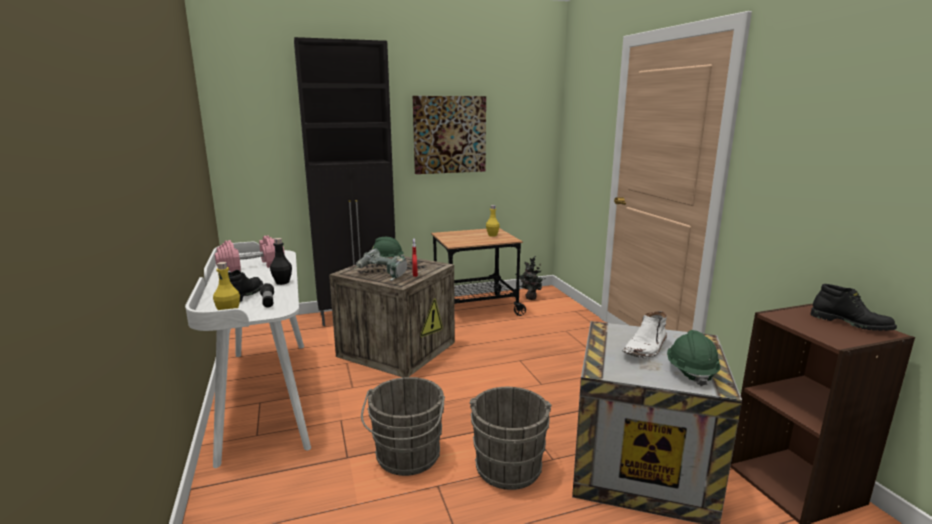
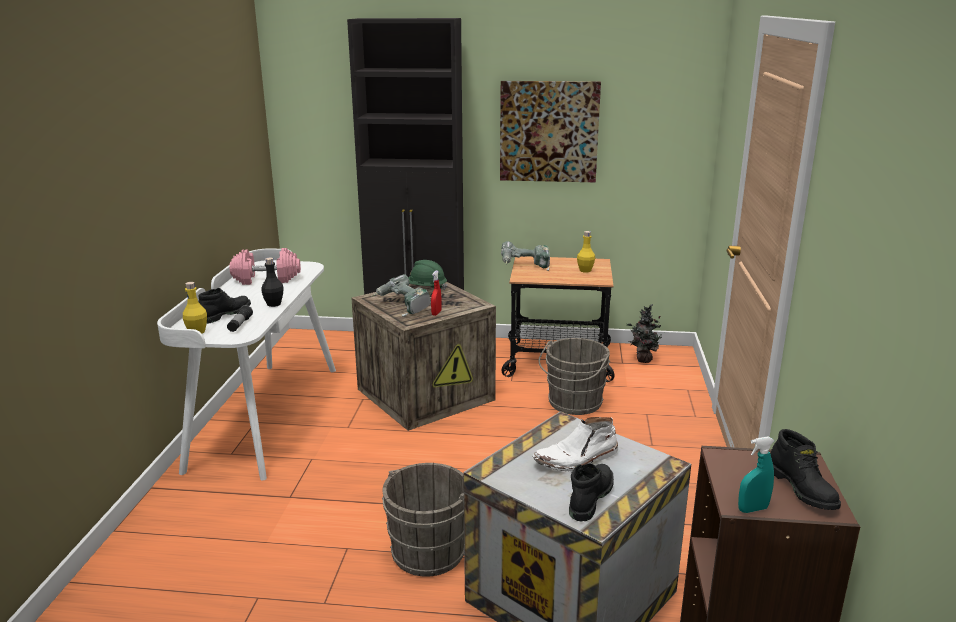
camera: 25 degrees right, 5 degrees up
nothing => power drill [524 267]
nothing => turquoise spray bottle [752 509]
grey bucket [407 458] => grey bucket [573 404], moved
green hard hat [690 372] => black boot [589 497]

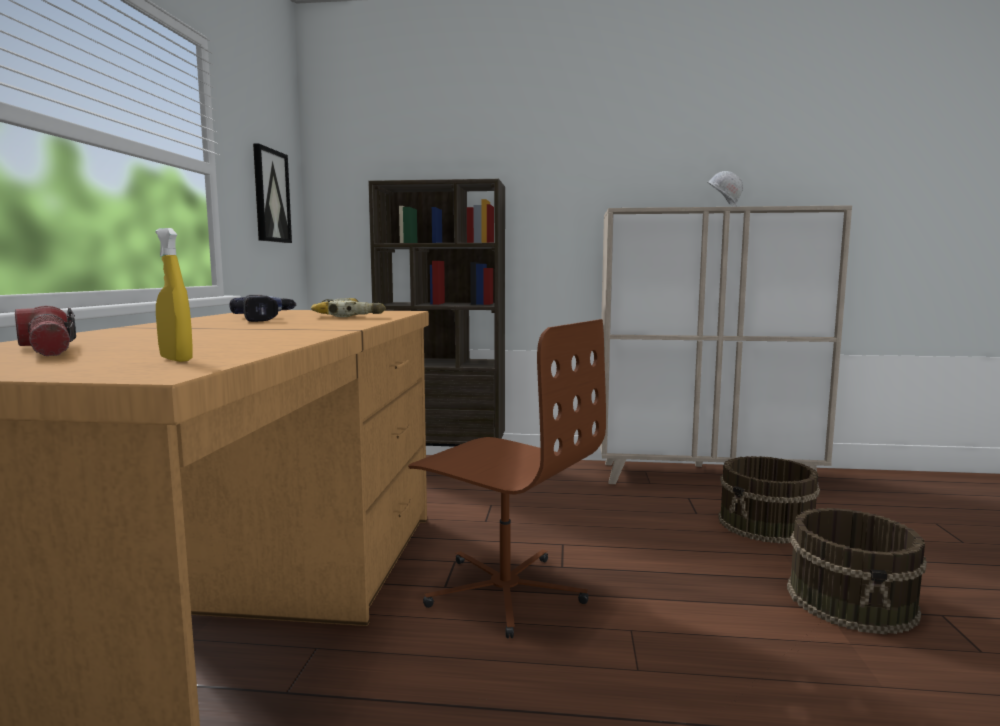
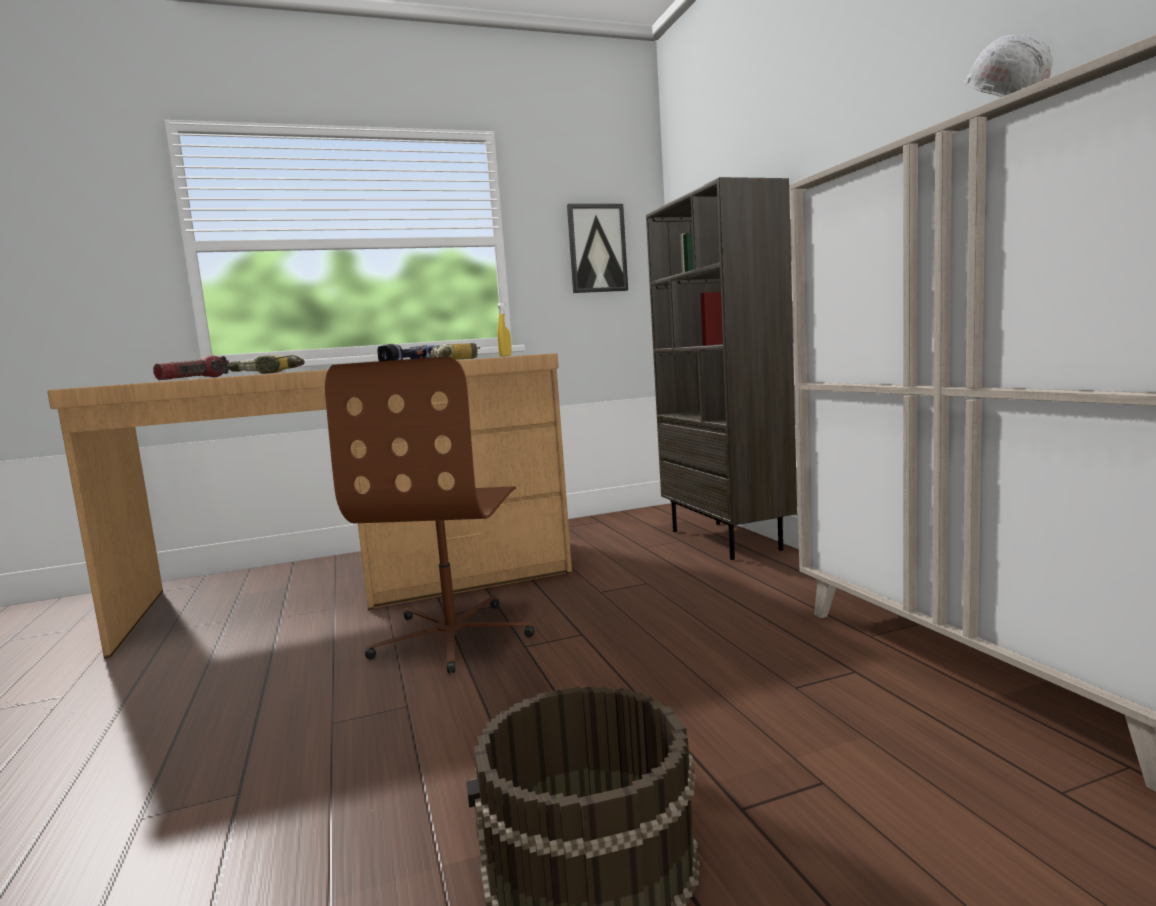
camera: 65 degrees right, 0 degrees up
brown bucket [767 524] => nothing
nothing => power drill [266 373]
yellow spray bottle [176 359] => yellow spray bottle [505 356], moved

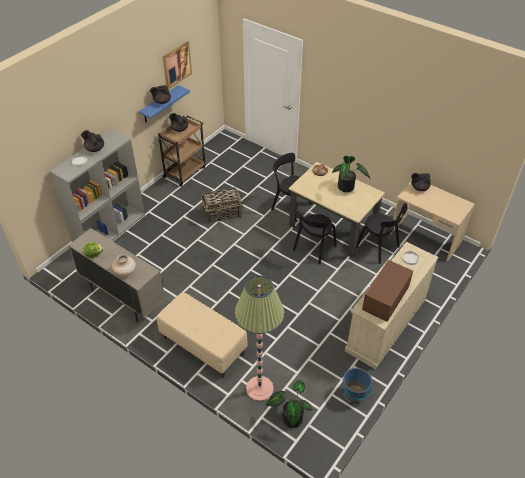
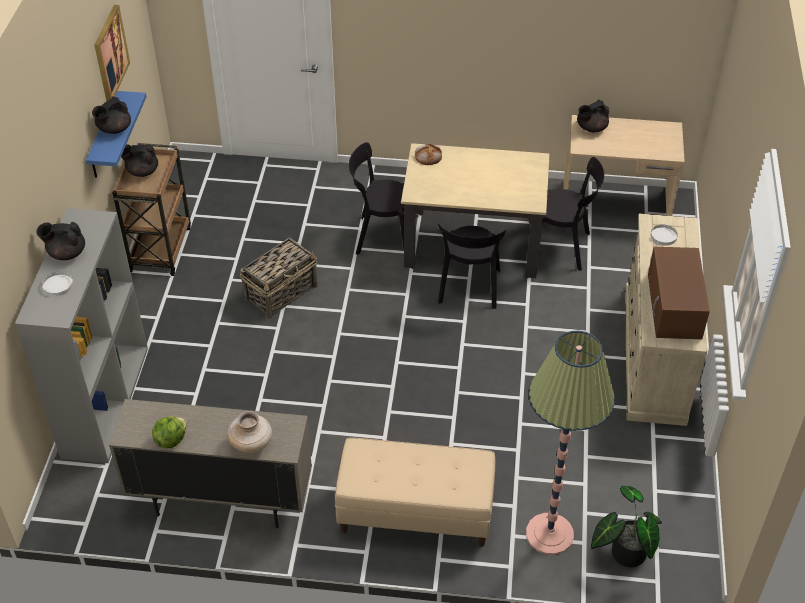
camera: 30 degrees left, 0 degrees up
potted plant [347 188] => nothing
blue bucket [354 394] => nothing

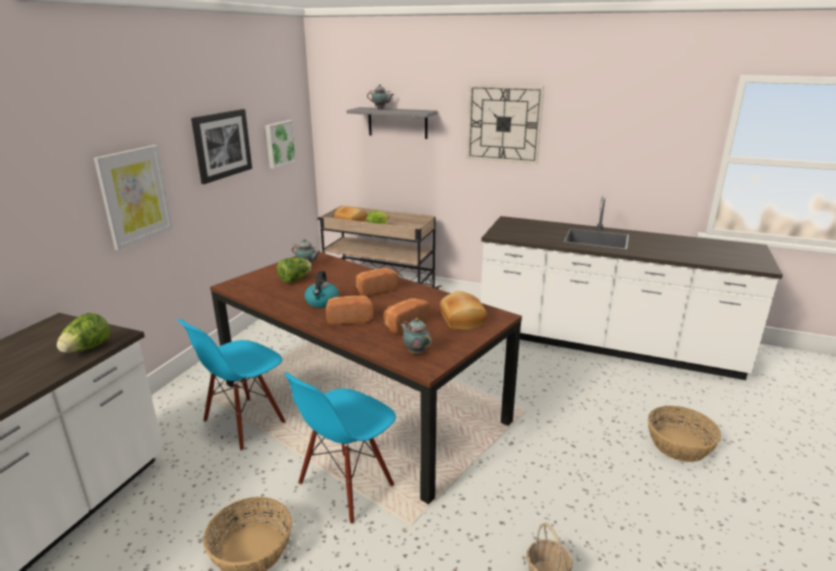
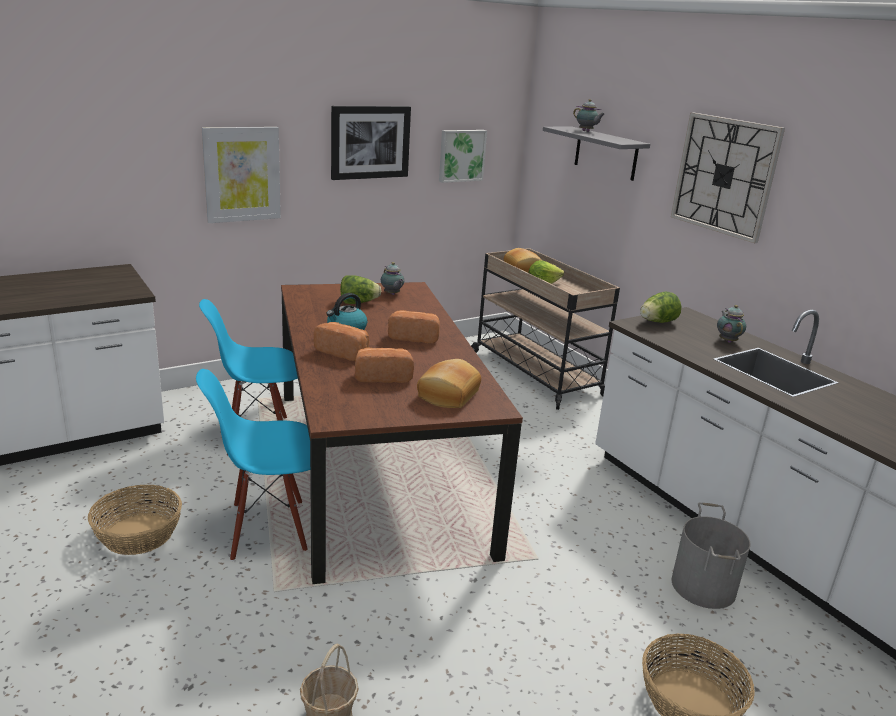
camera: 35 degrees right, 0 degrees up
nothing => grey bucket [704 586]
lettuce [87 349] => lettuce [657 322], moved
teapot [415 352] => teapot [727 341], moved

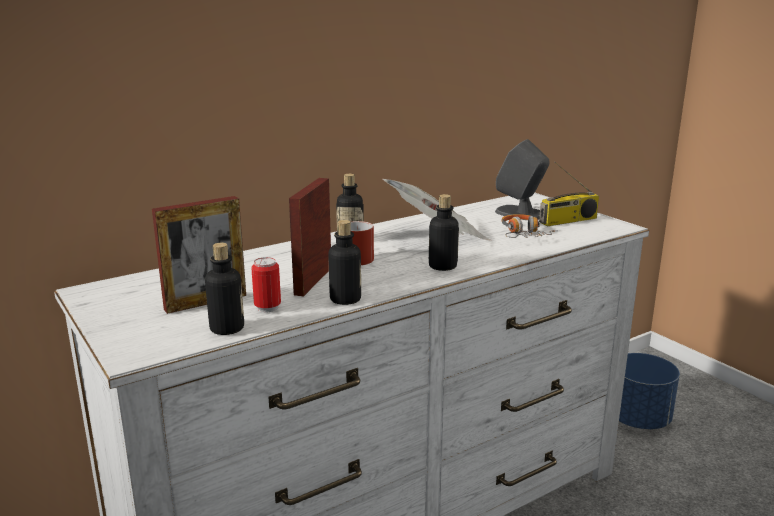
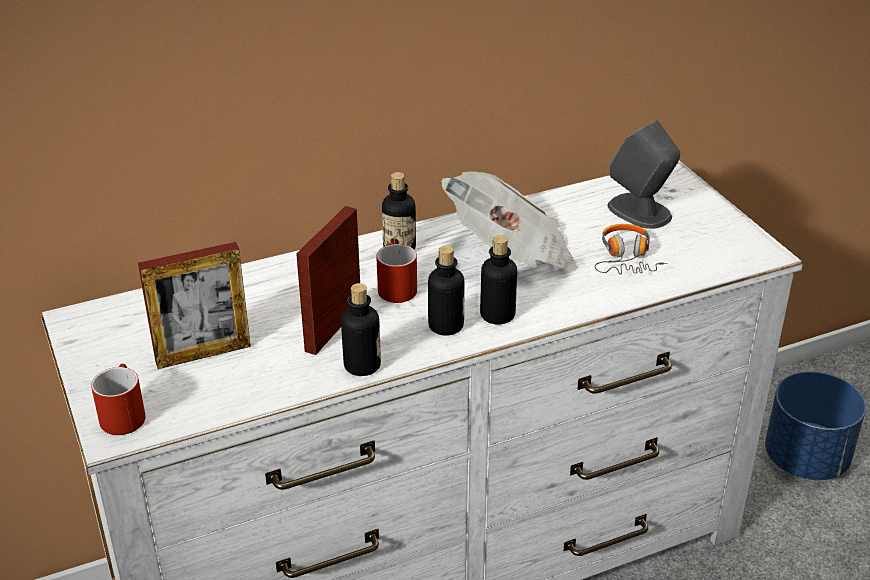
camera: 10 degrees right, 15 degrees up
can [267 308] => nothing
radio [568 221] => nothing
nothing => red mug [122 414]
bottle [227 328] => bottle [446 326], moved

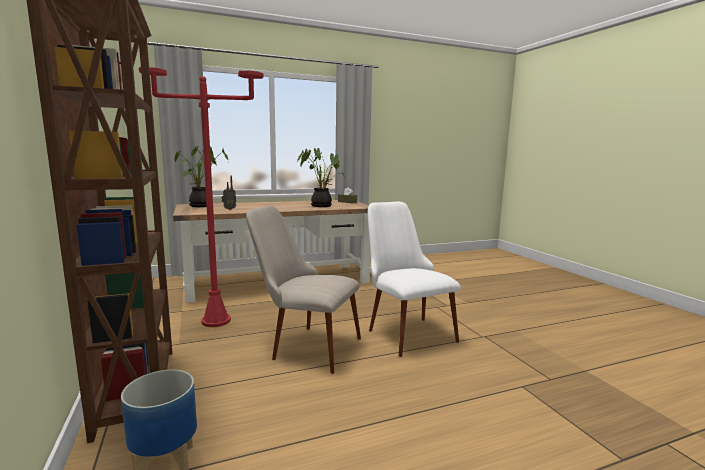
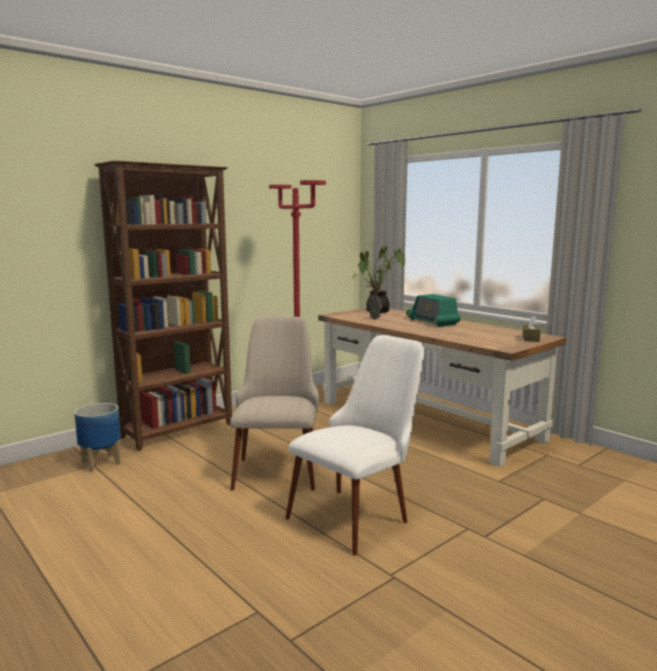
camera: 70 degrees right, 0 degrees up
potted plant [322 205] => nothing
nothing => radio [432 322]

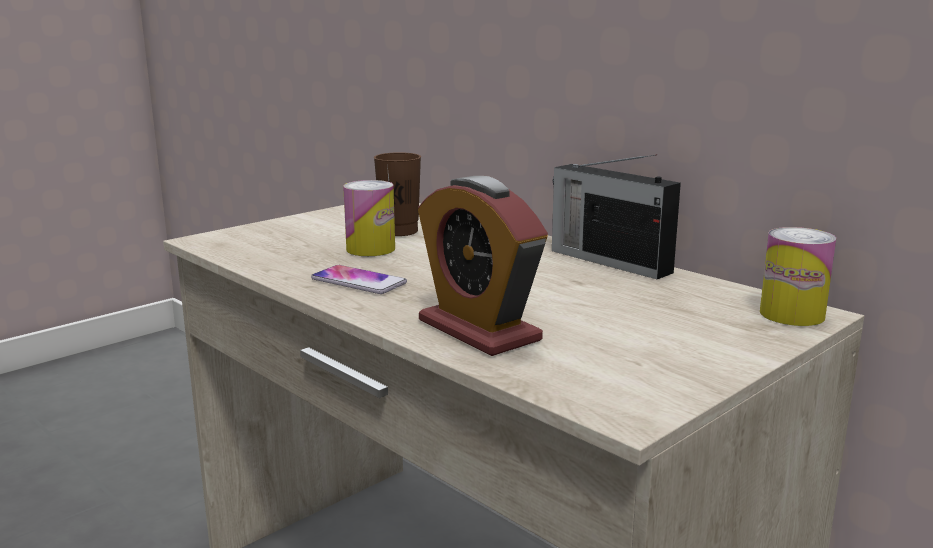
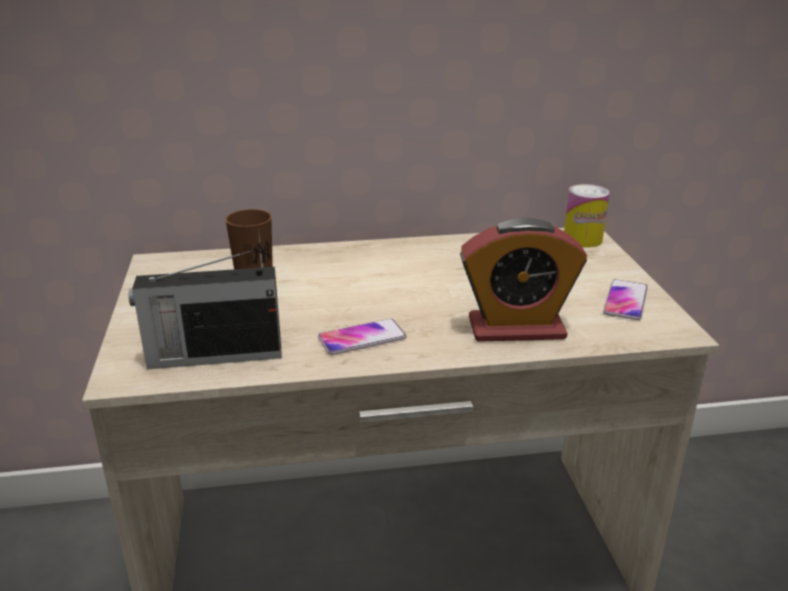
camera: 55 degrees left, 10 degrees up
can [370 249] => nothing
nothing => phone [625 301]
radio [608 261] => radio [212 356], moved

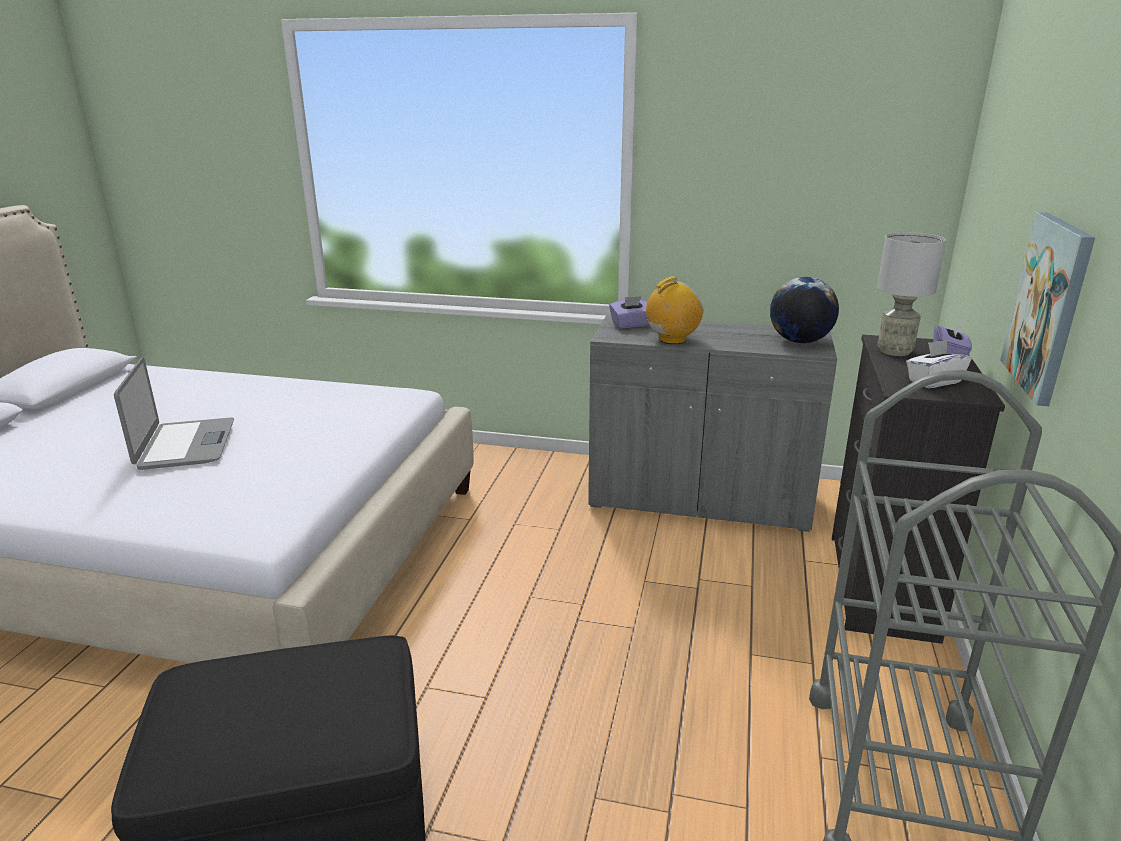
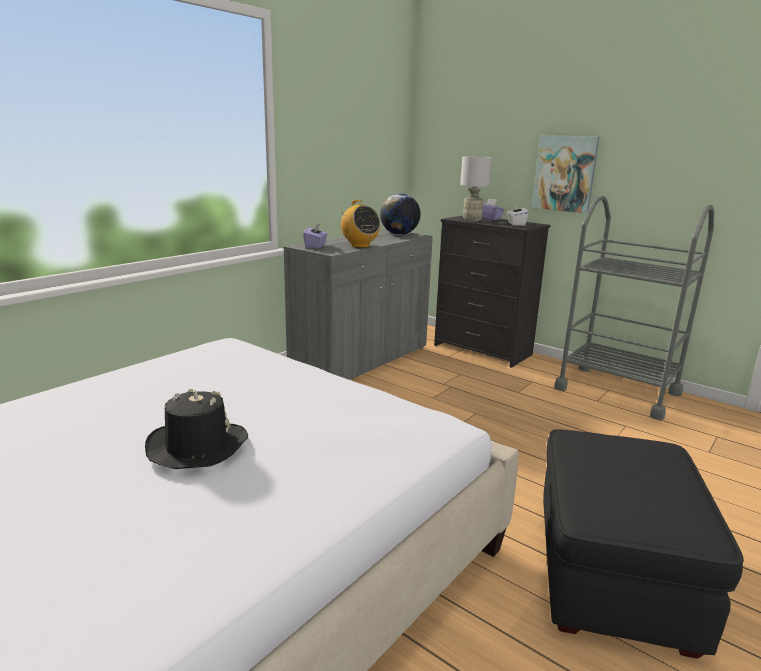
camera: 65 degrees left, 5 degrees down
laptop [185 445] => black hat [197 446]
radio [672 340] => radio [359 246], 150 degrees clockwise

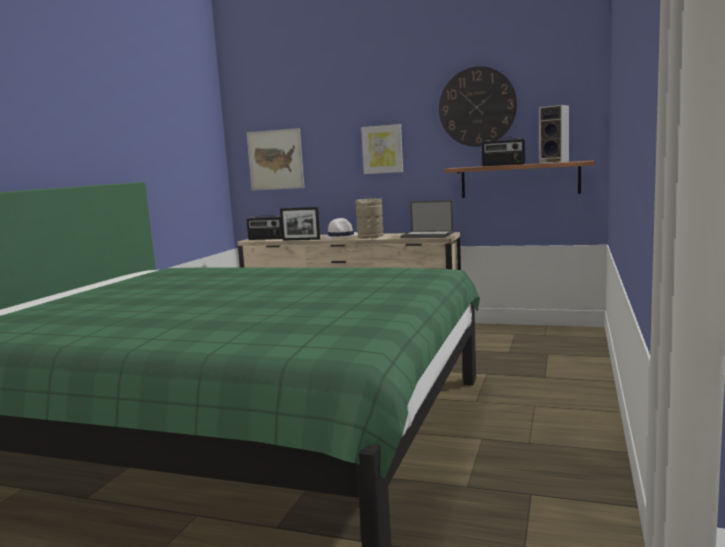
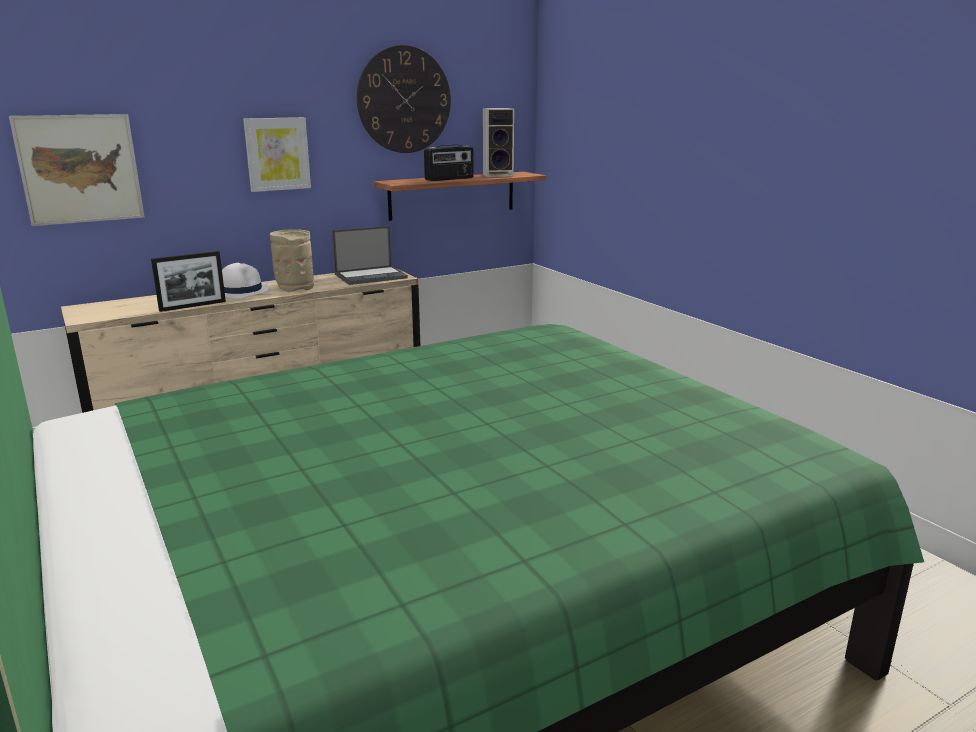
camera: 50 degrees left, 10 degrees up
radio [266 239] => nothing

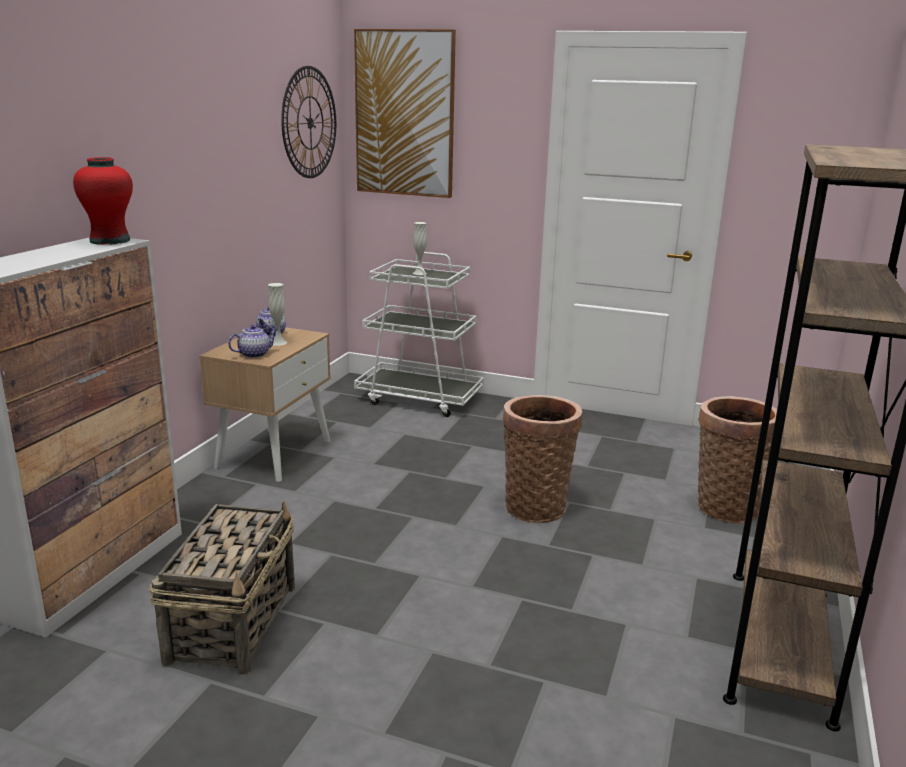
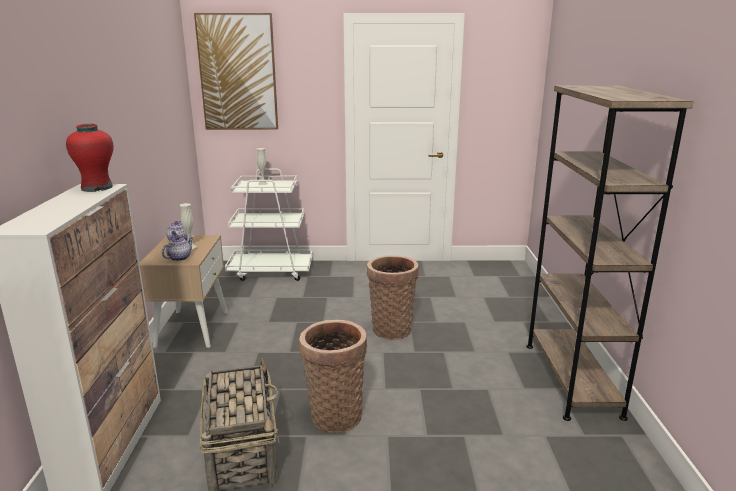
camera: 20 degrees left, 0 degrees up
wall clock [309 123] => nothing
basket [725 506] => basket [335 414], moved

